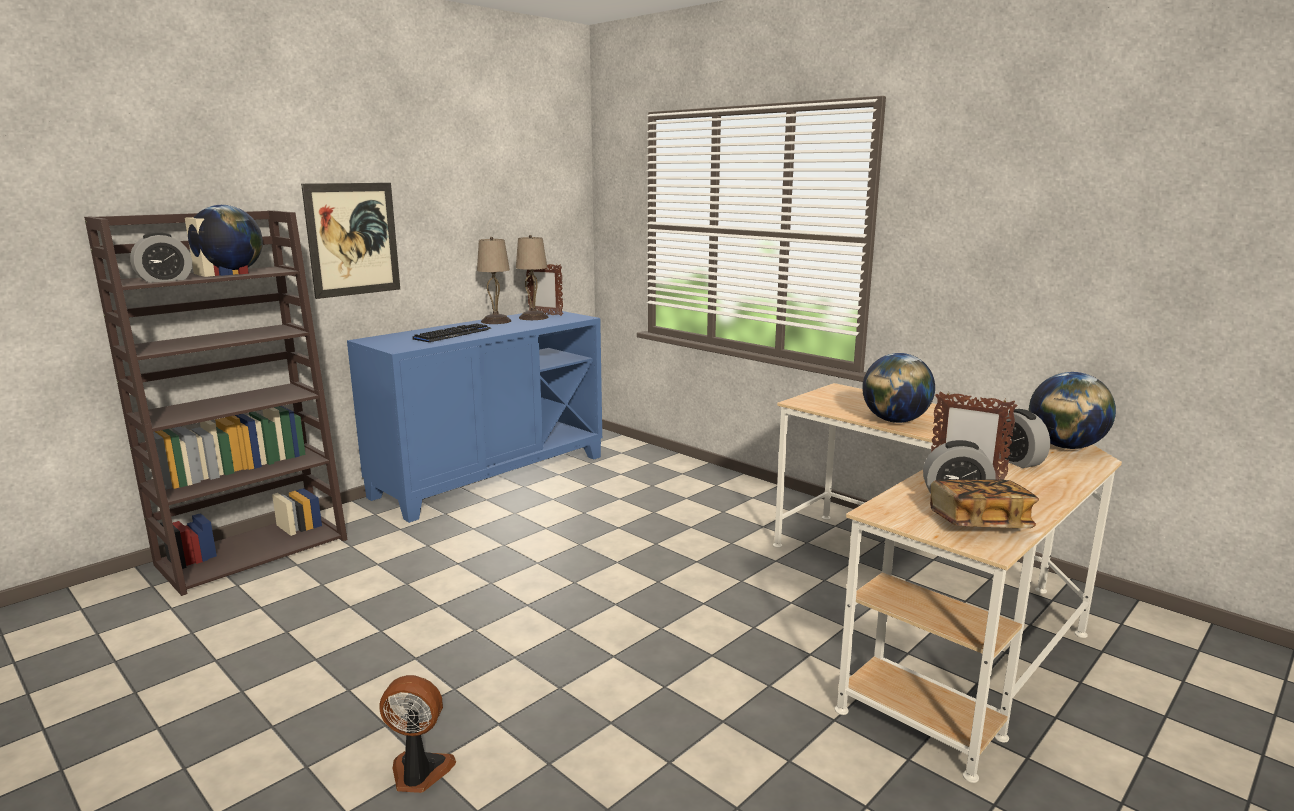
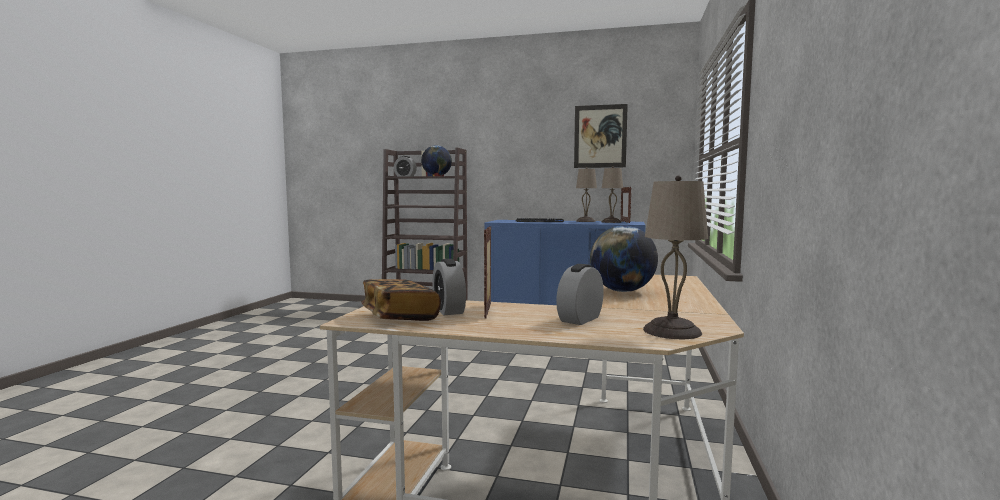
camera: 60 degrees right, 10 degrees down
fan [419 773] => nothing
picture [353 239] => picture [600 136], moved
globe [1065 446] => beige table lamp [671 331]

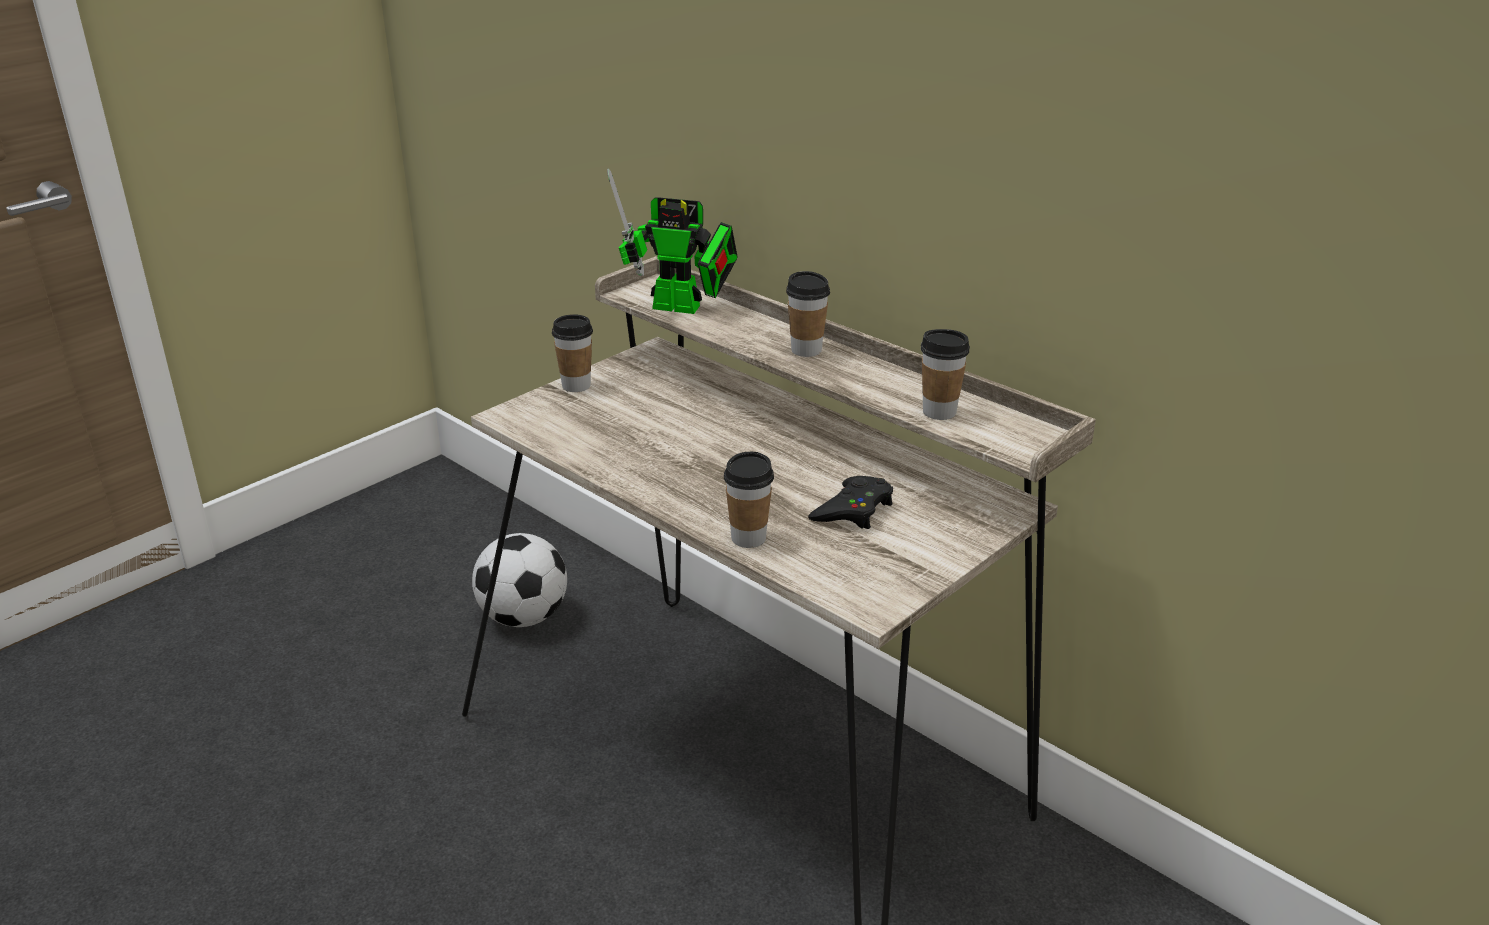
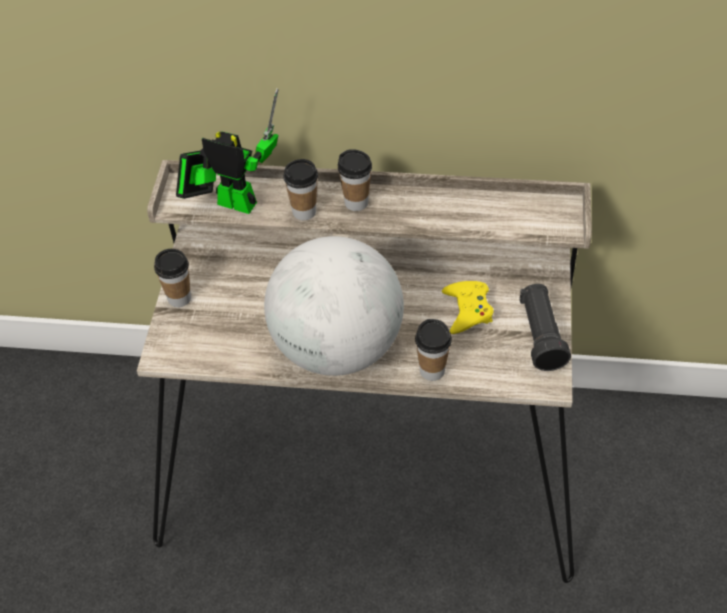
camera: 35 degrees left, 20 degrees up
football [524 617] => nothing
nothing => globe [336 348]
nothing => black flashlight [541 336]
cup [939 412] => cup [304 212], moved
black game controller [853 510] => yellow game controller [467 310]
toy robot [684 308] => toy robot [231 202], 135 degrees counterclockwise

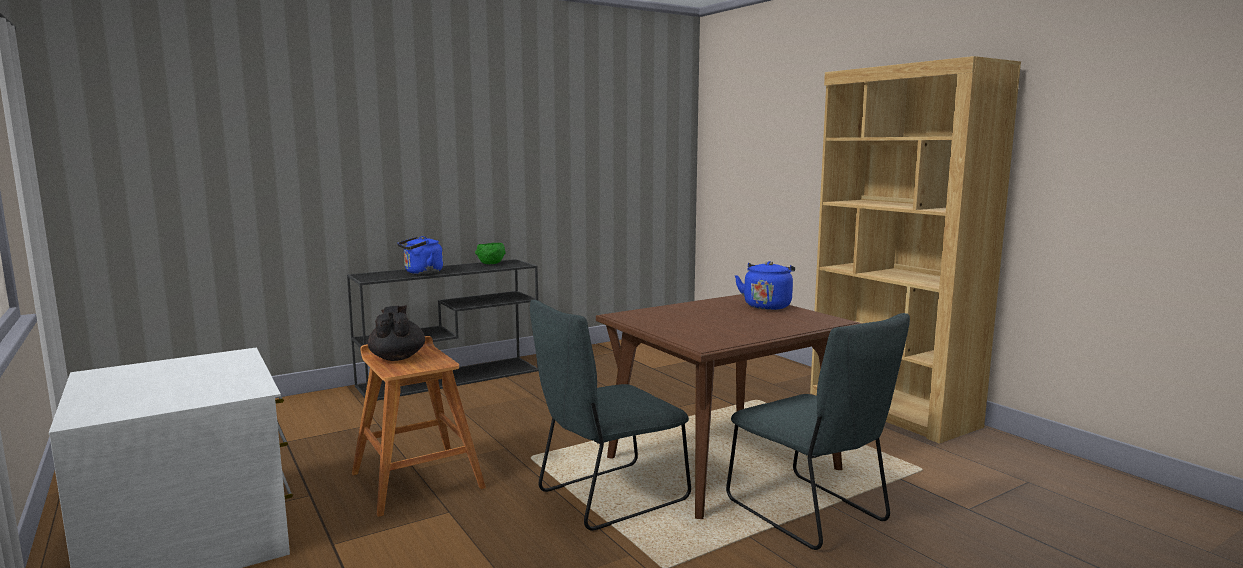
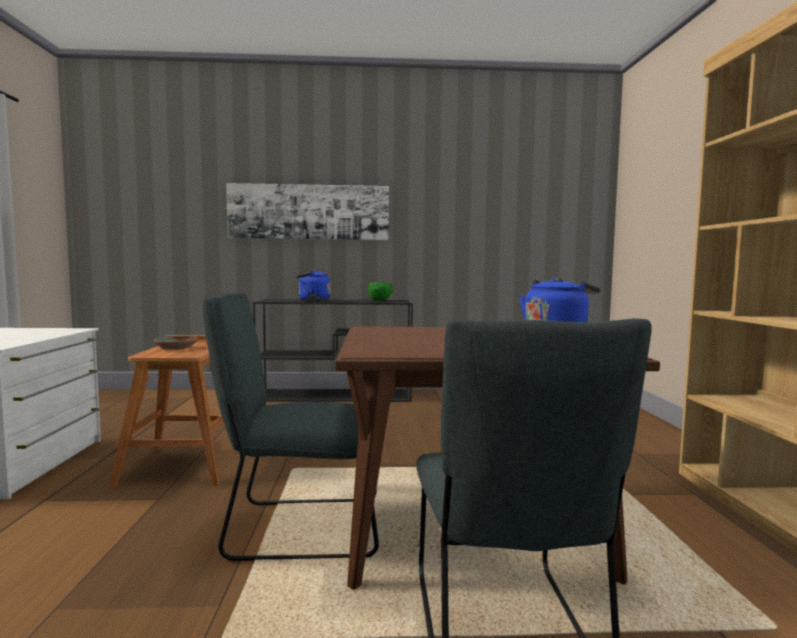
camera: 30 degrees right, 5 degrees down
nothing => picture [309 212]
black teapot [397 357] => brown bowl [177 348]

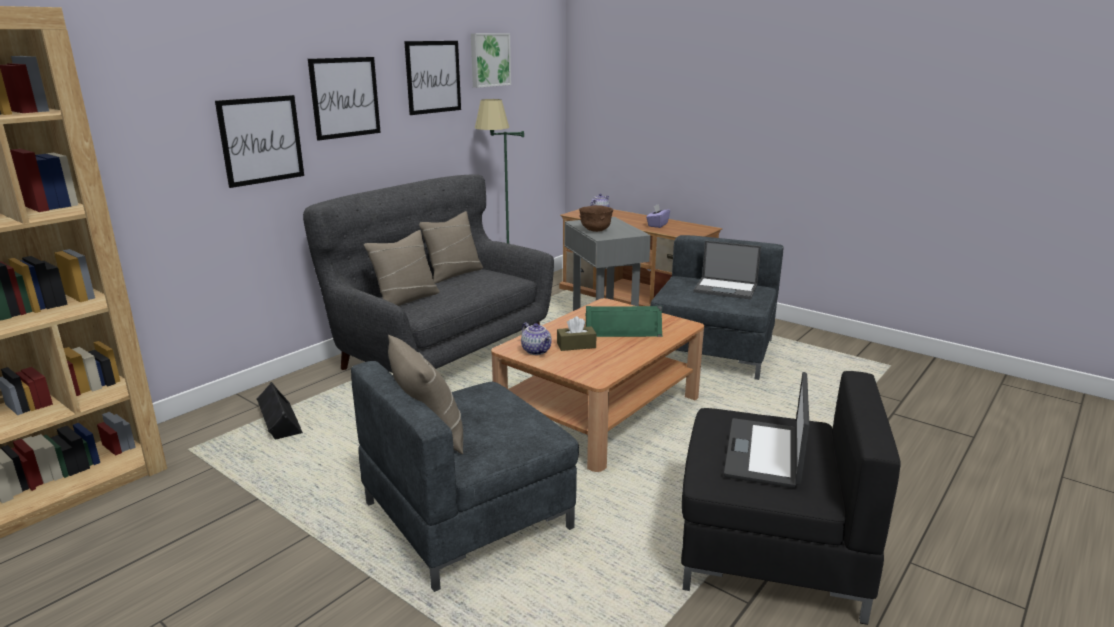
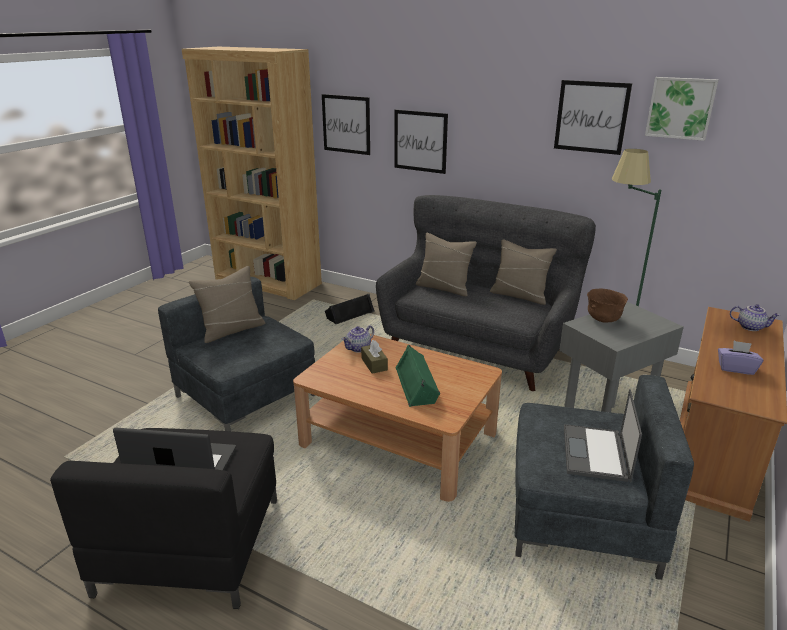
camera: 80 degrees right, 5 degrees up
picture [345 97] => picture [346 124], moved

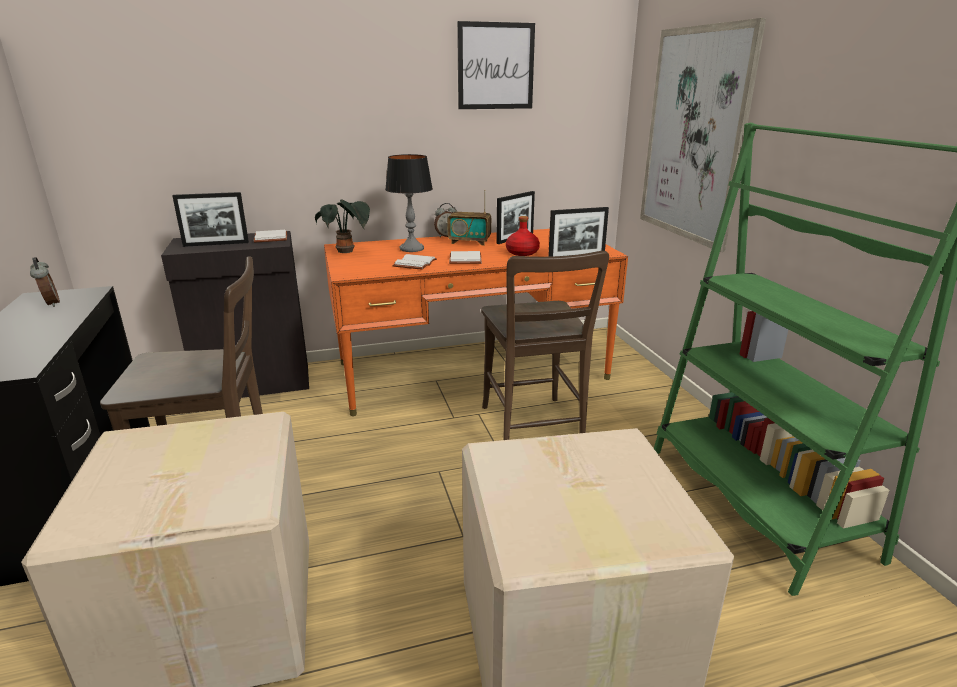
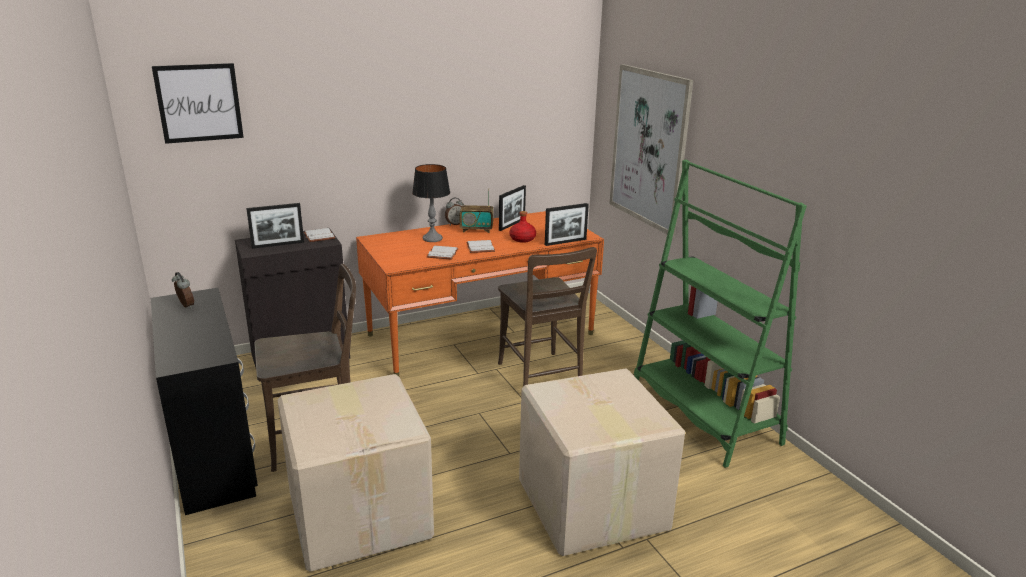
camera: 10 degrees left, 0 degrees up
potted plant [347 252] => nothing
picture [495 66] => picture [199 103], moved

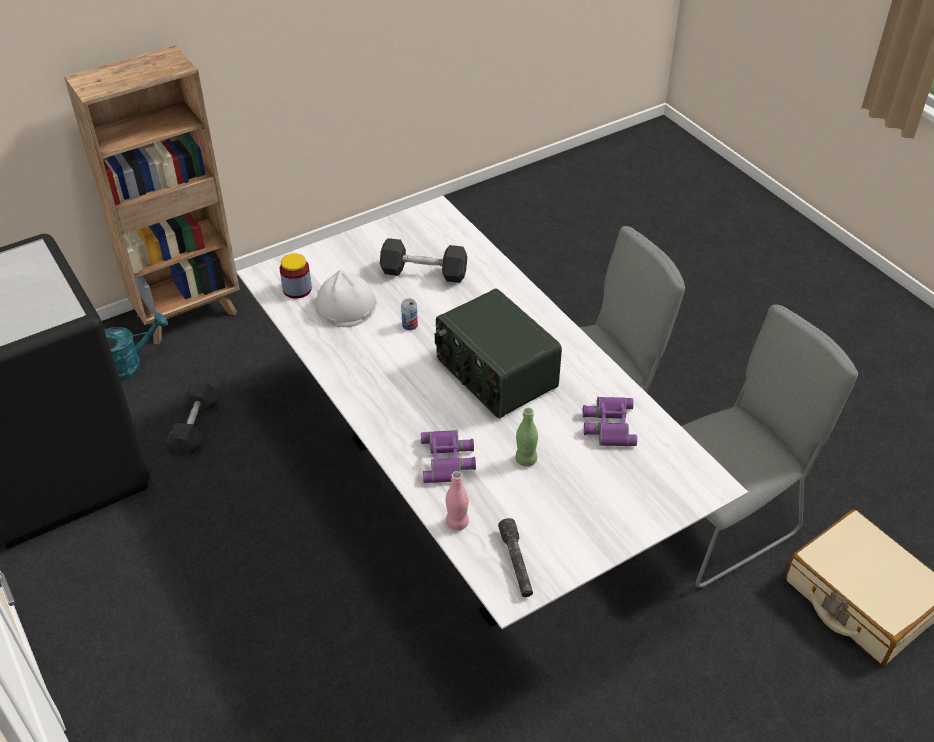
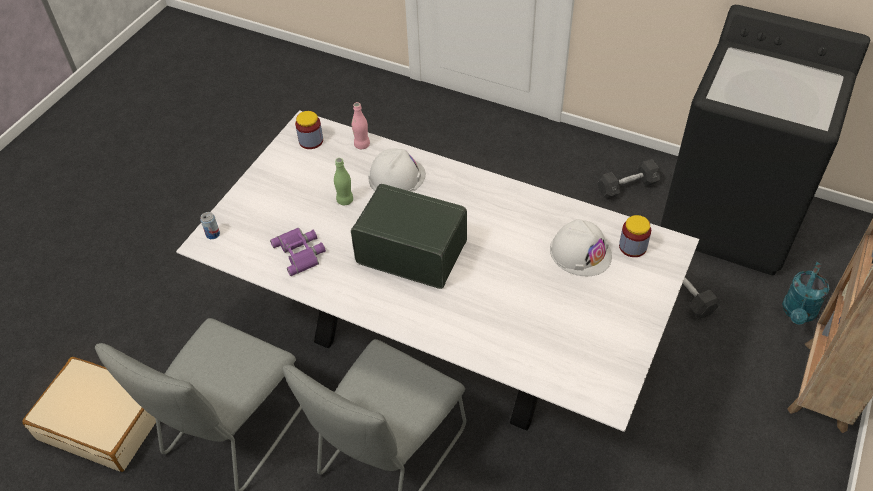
camera: 150 degrees right, 5 degrees up
grey dumbbell [424 272] => grey dumbbell [627 187], moved
can [410 325] => can [213 234], moved
purple binoculars [448 460] => white hard hat [396 176]
grey flashlight [516 563] => jar [311 141]

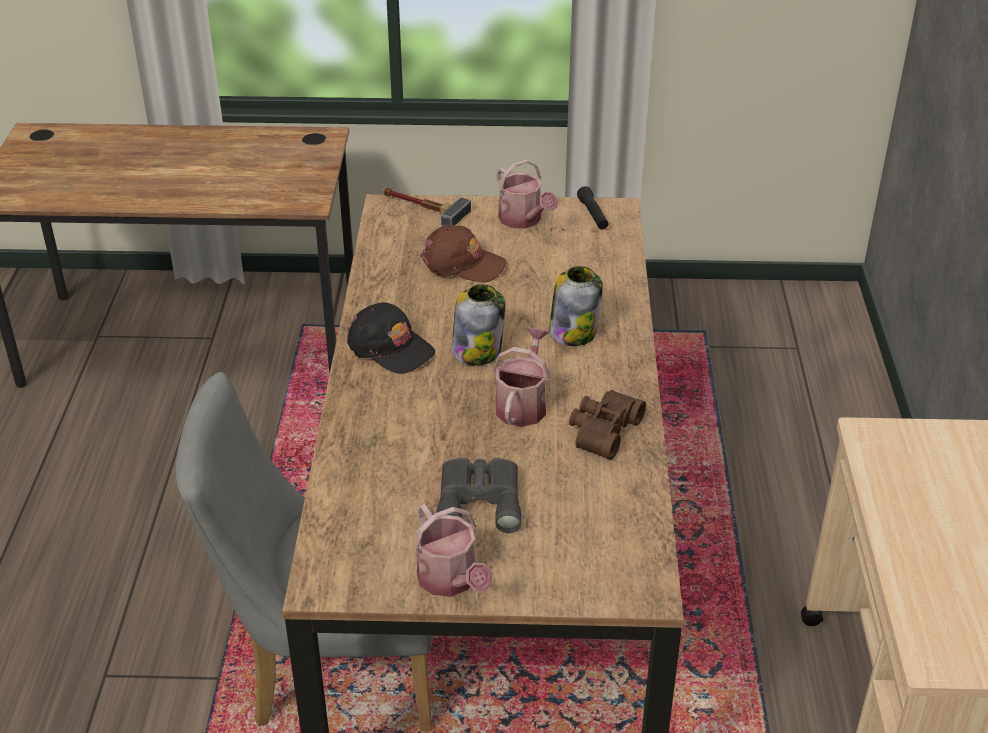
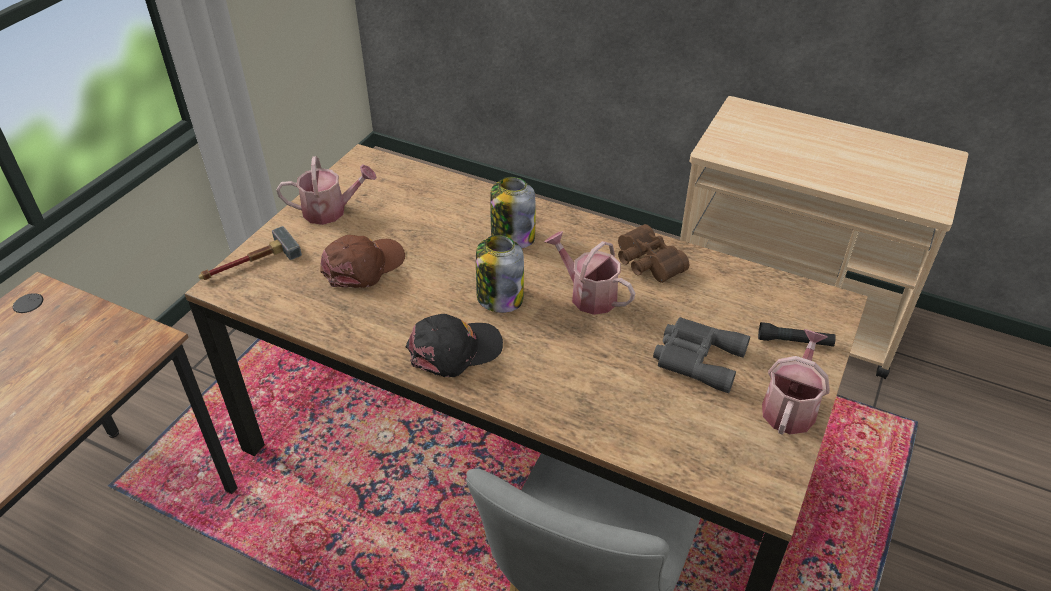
camera: 65 degrees left, 5 degrees up
black flashlight [593 215] => black flashlight [794 341], moved
watering can [451 581] => watering can [790 406], 60 degrees counterclockwise

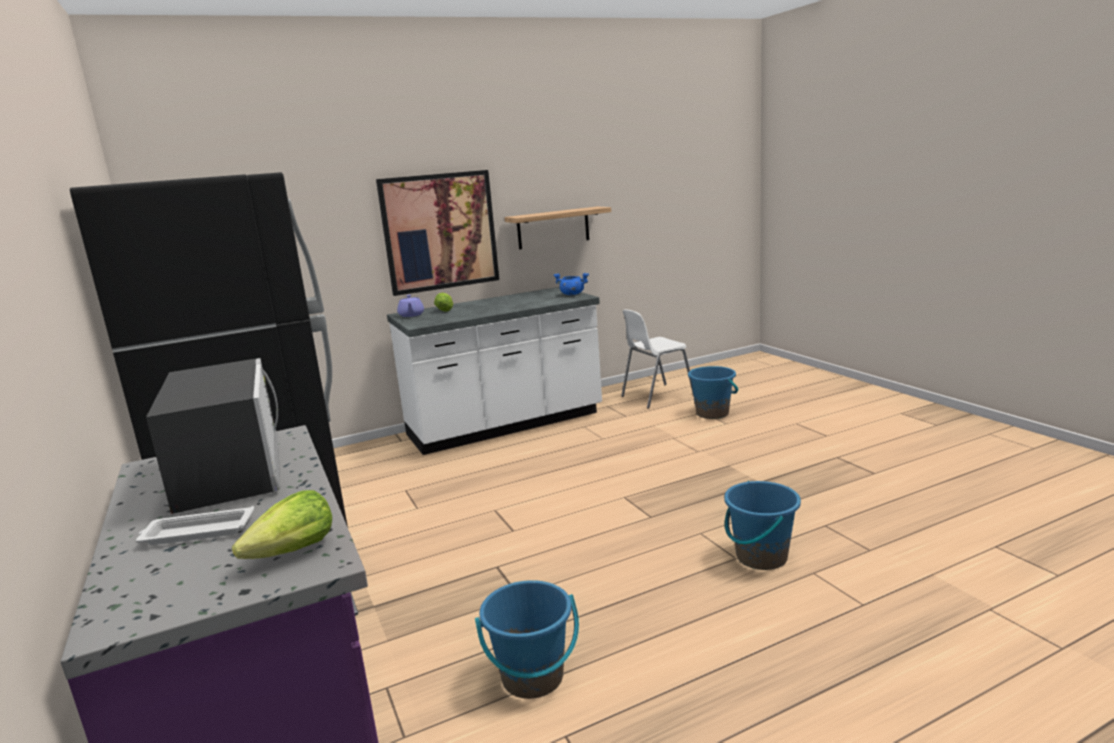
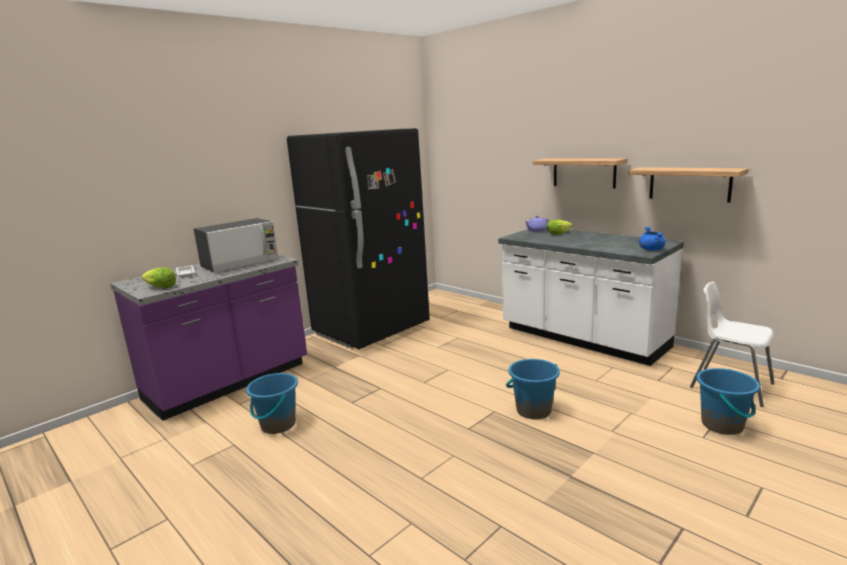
camera: 70 degrees right, 0 degrees up
blue bucket [761 557] => blue bucket [533 410], moved
picture [440 232] => shelf [584 172]

